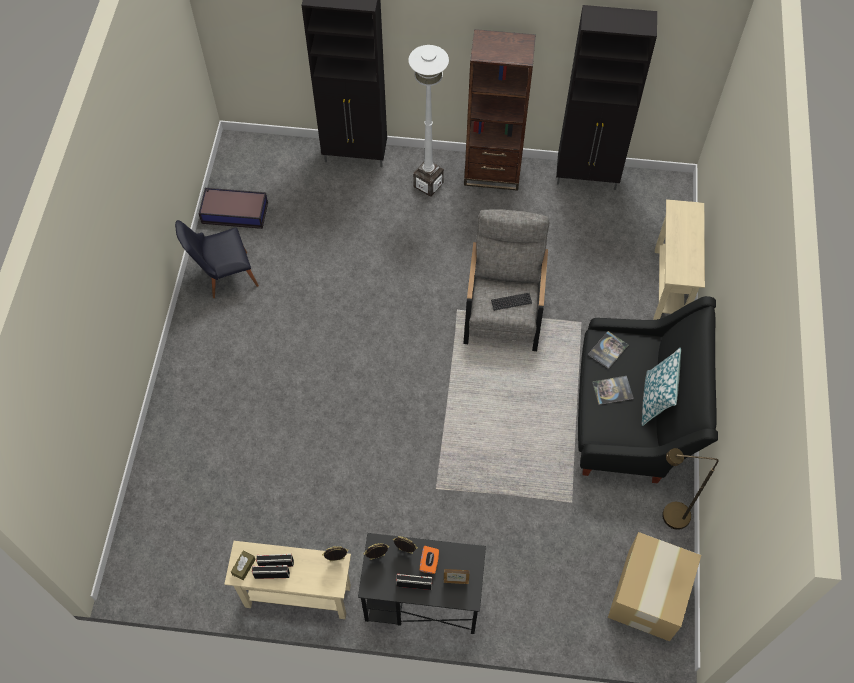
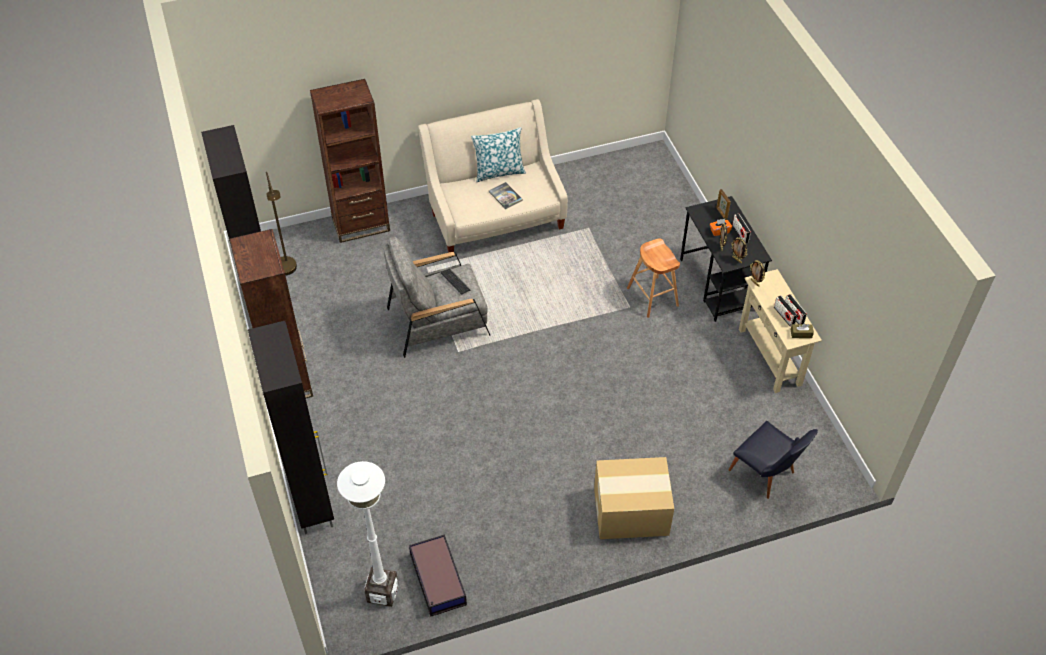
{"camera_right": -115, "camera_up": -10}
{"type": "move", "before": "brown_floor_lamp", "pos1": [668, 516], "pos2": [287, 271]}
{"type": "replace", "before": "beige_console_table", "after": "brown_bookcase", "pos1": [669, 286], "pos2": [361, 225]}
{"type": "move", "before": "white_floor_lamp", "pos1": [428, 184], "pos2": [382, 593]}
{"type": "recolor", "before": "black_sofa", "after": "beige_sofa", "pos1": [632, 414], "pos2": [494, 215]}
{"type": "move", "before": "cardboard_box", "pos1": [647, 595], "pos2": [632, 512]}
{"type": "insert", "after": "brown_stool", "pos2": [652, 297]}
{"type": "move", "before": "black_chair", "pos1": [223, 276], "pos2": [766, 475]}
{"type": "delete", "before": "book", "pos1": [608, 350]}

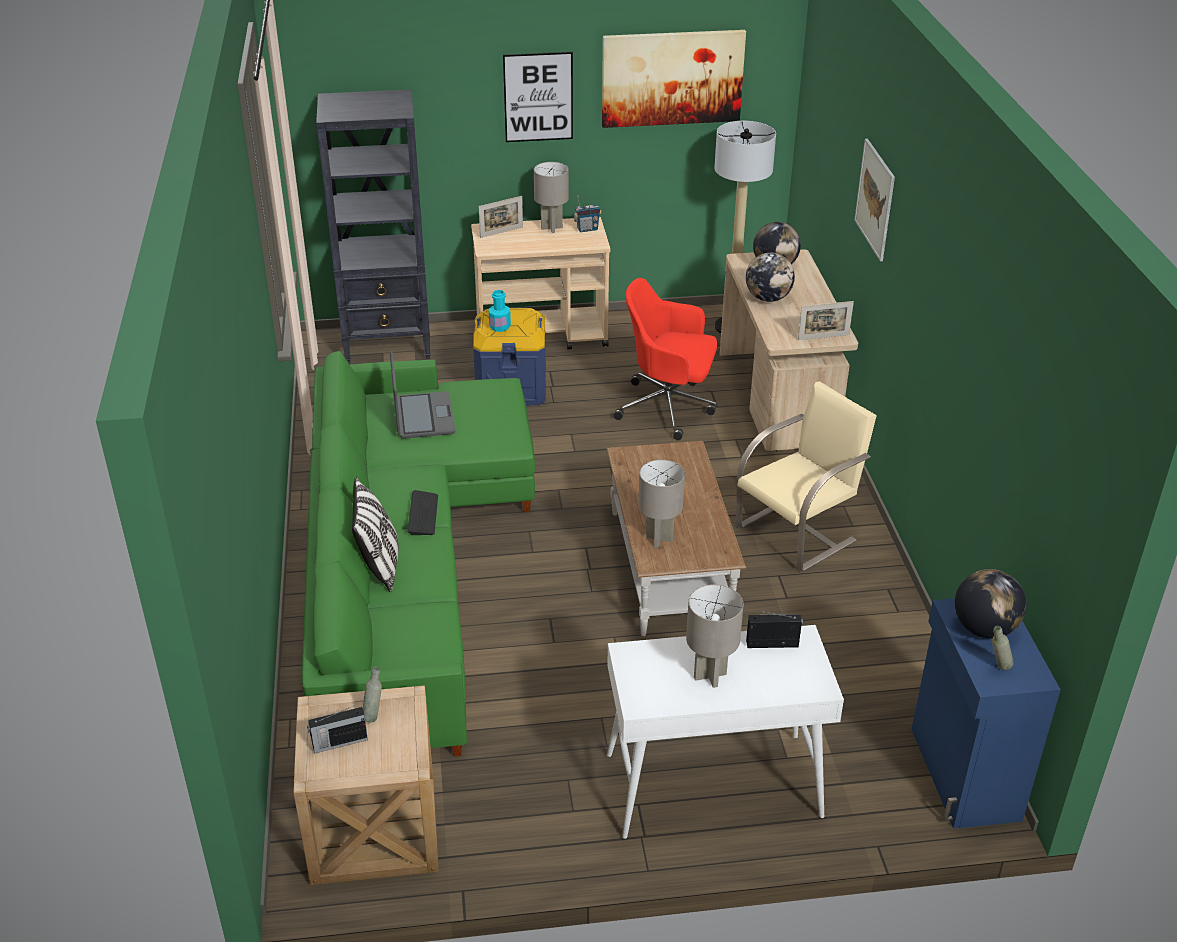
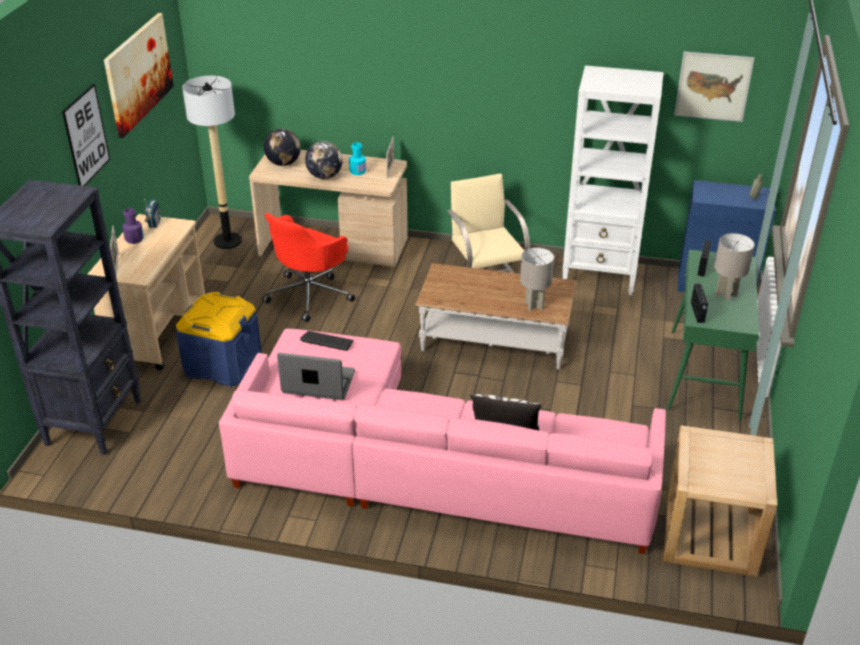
{"camera_right": -70, "camera_up": 0}
{"type": "replace", "before": "grey_table_lamp", "after": "purple_bottle", "pos1": [551, 228], "pos2": [134, 239]}
{"type": "recolor", "before": "green_sofa", "after": "pink_sofa", "pos1": [406, 560], "pos2": [422, 466]}
{"type": "move", "before": "keyboard", "pos1": [423, 514], "pos2": [327, 341]}
{"type": "move", "before": "turquoise_bottle", "pos1": [500, 327], "pos2": [357, 171]}
{"type": "insert", "after": "white_bookcase", "pos2": [600, 276]}
{"type": "recolor", "before": "white_console_table", "after": "green_console_table", "pos1": [712, 786], "pos2": [705, 374]}
{"type": "move", "before": "picture", "pos1": [875, 199], "pos2": [713, 86]}
{"type": "move", "before": "radio", "pos1": [339, 742], "pos2": [697, 312]}
{"type": "delete", "before": "grey_bottle", "pos1": [374, 715]}
{"type": "delete", "before": "globe", "pos1": [984, 628]}

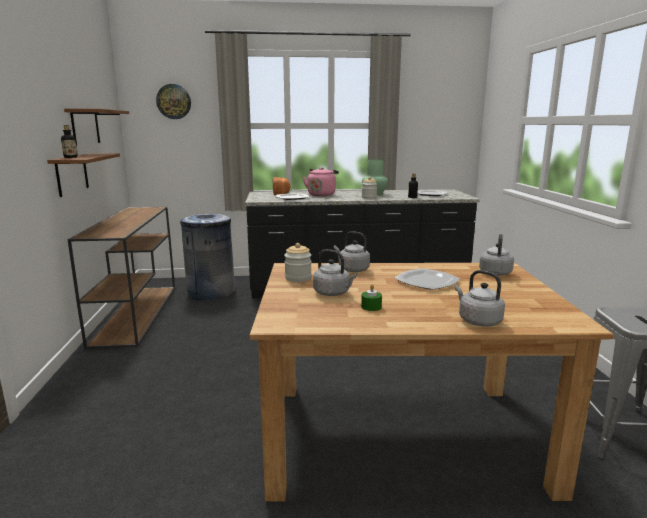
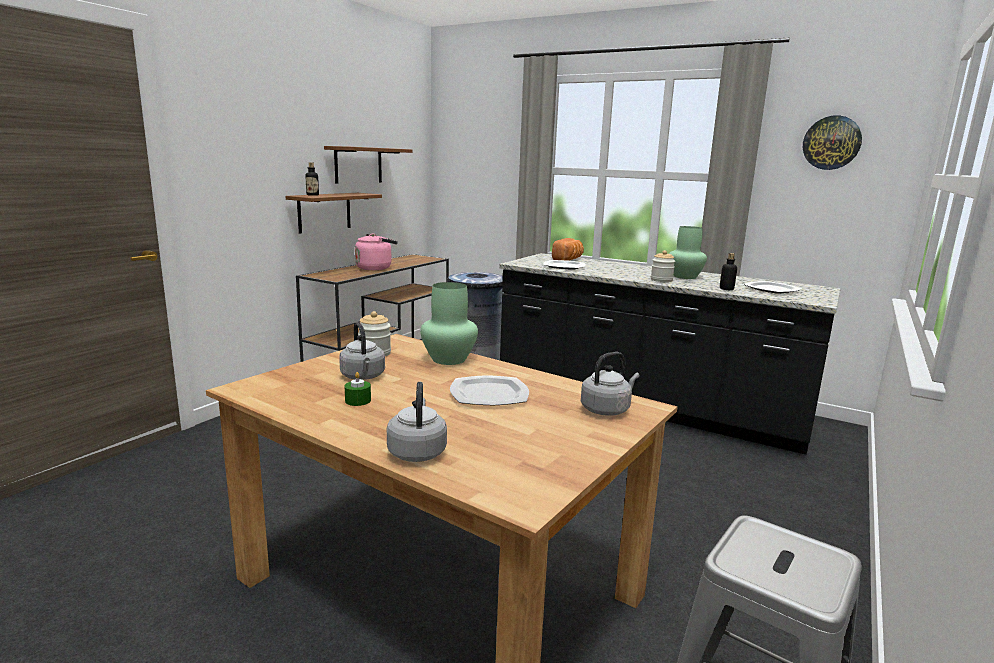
{"camera_right": 35, "camera_up": 0}
{"type": "move", "before": "pink_kettle", "pos1": [321, 194], "pos2": [376, 268]}
{"type": "replace", "before": "grey_kettle", "after": "green_vase", "pos1": [352, 269], "pos2": [448, 359]}
{"type": "move", "before": "wall_clock", "pos1": [174, 101], "pos2": [831, 143]}

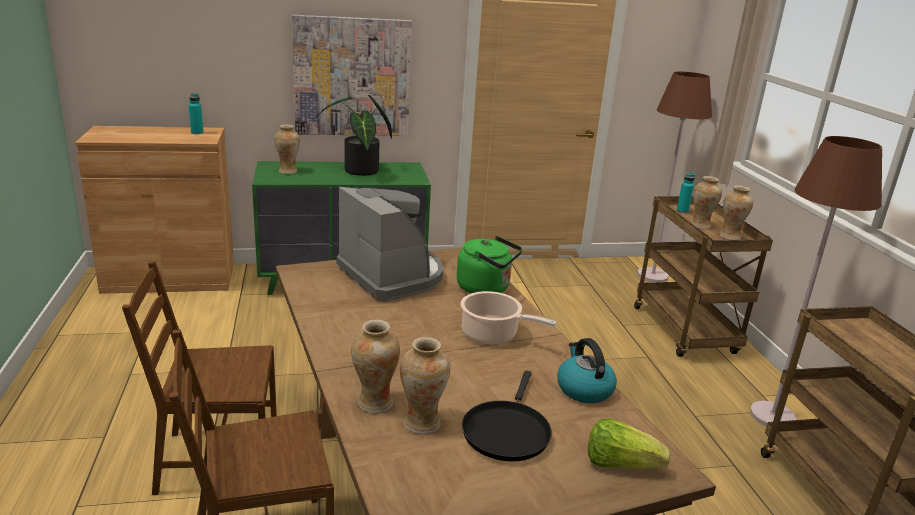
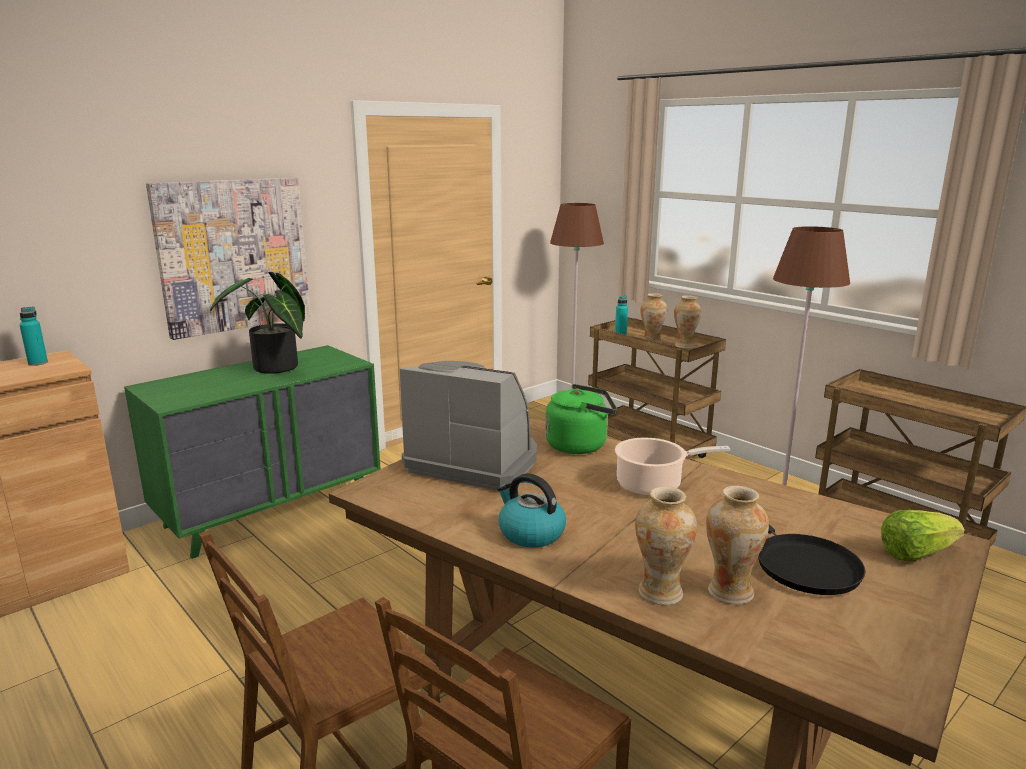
{"camera_right": -30, "camera_up": -5}
{"type": "move", "before": "kettle", "pos1": [583, 389], "pos2": [530, 533]}
{"type": "delete", "before": "vase", "pos1": [288, 171]}

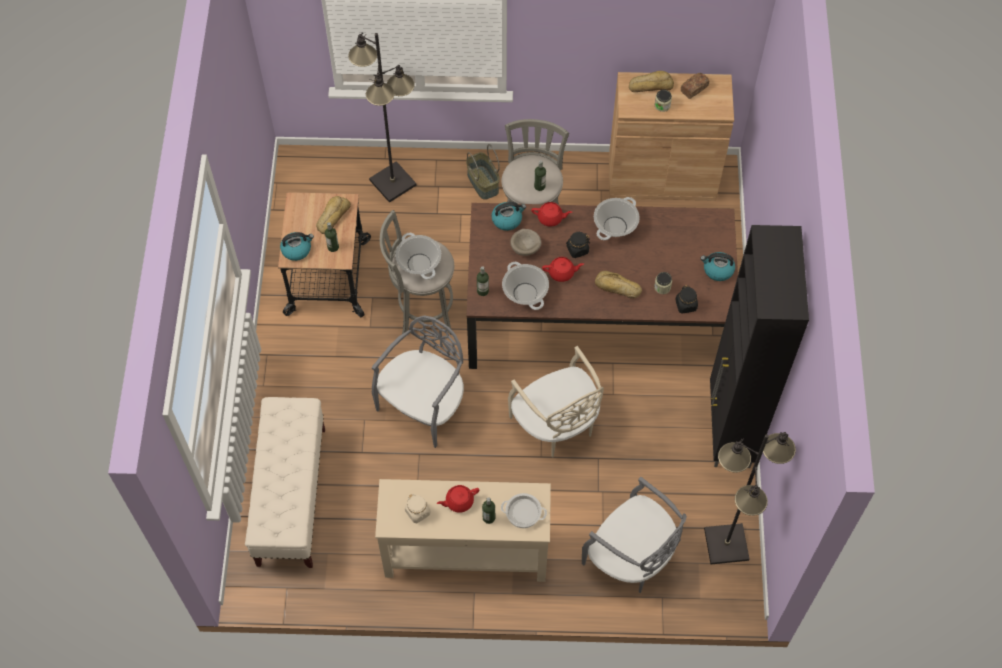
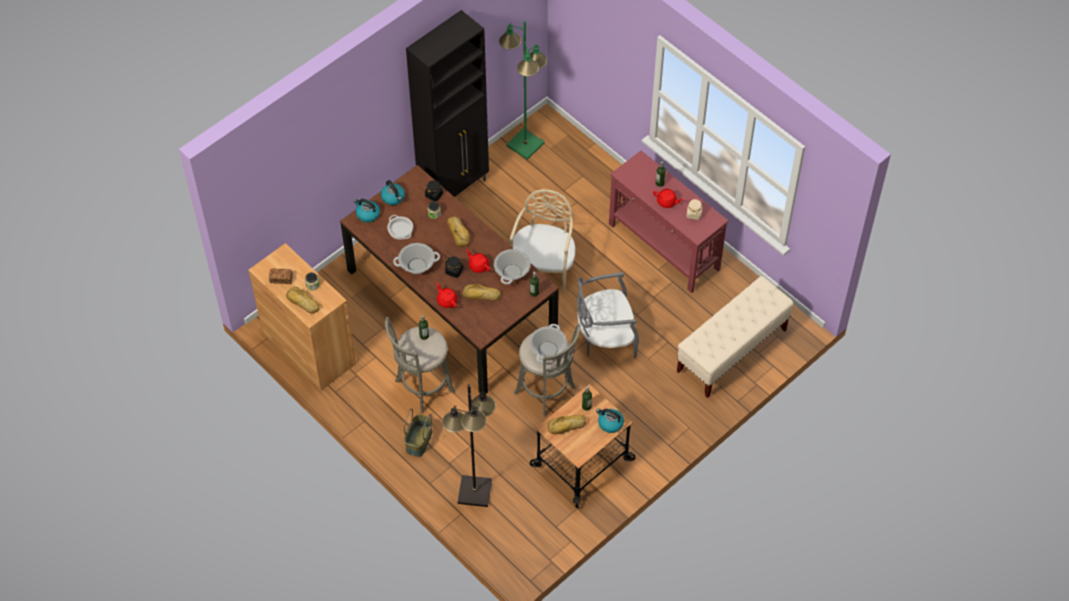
{"camera_right": -135, "camera_up": -5}
{"type": "move", "before": "kettle", "pos1": [507, 219], "pos2": [367, 214]}
{"type": "move", "before": "cooking_pot", "pos1": [523, 513], "pos2": [400, 230]}
{"type": "replace", "before": "beige_bowl", "after": "bread", "pos1": [526, 248], "pos2": [481, 296]}
{"type": "recolor", "before": "black_floor_lamp", "after": "green_floor_lamp", "pos1": [727, 545], "pos2": [525, 144]}
{"type": "recolor", "before": "beige_console_table", "after": "red_console_table", "pos1": [465, 552], "pos2": [664, 247]}
{"type": "delete", "before": "grey_chair", "pos1": [631, 557]}

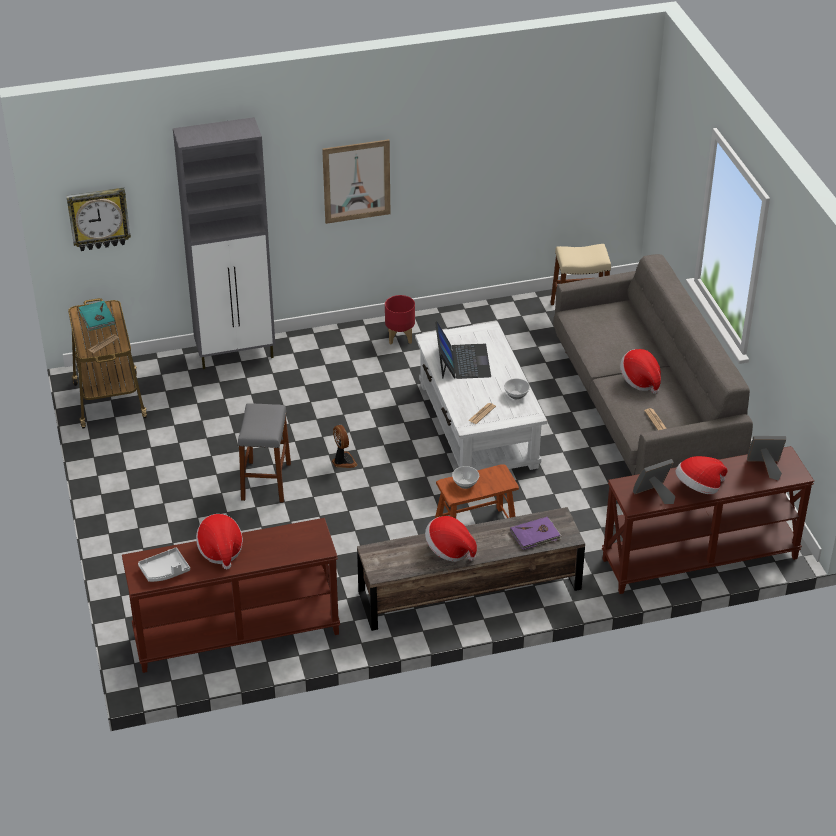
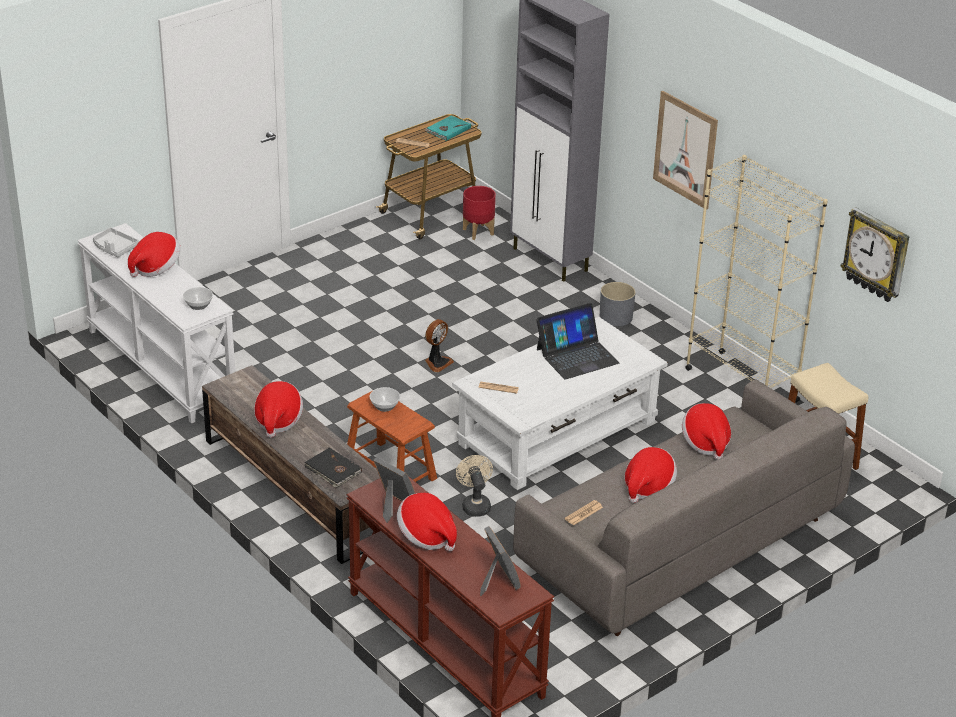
{"camera_right": 65, "camera_up": -5}
{"type": "recolor", "before": "brown_console_table", "after": "white_console_table", "pos1": [236, 635], "pos2": [160, 367]}
{"type": "move", "before": "bowl", "pos1": [516, 394], "pos2": [199, 305]}
{"type": "recolor", "before": "purple_book", "after": "black_book", "pos1": [536, 535], "pos2": [333, 470]}
{"type": "insert", "after": "beige_fan", "pos2": [475, 504]}
{"type": "move", "before": "red_planter", "pos1": [400, 337], "pos2": [478, 232]}
{"type": "insert", "after": "grey_planter", "pos2": [616, 317]}
{"type": "insert", "after": "hat", "pos2": [705, 442]}
{"type": "insert", "after": "beige_bookcase", "pos2": [741, 384]}
{"type": "move", "before": "wall_clock", "pos1": [99, 218], "pos2": [876, 255]}
{"type": "delete", "before": "grey_stool", "pos1": [266, 481]}

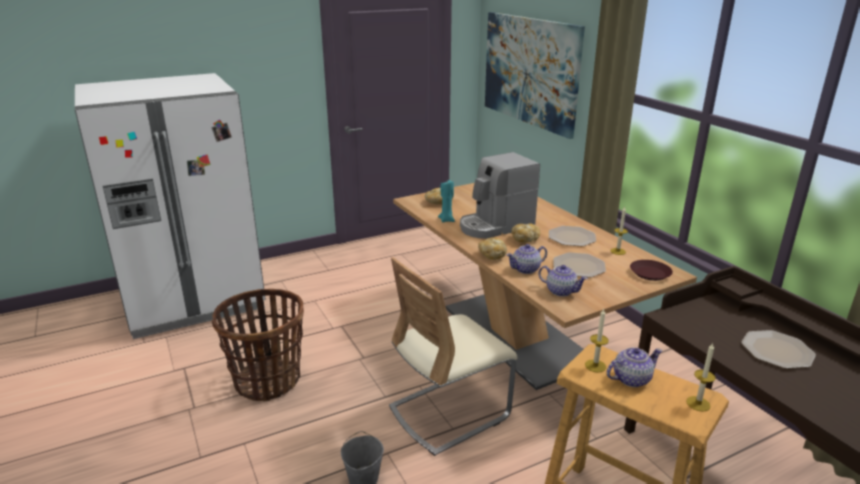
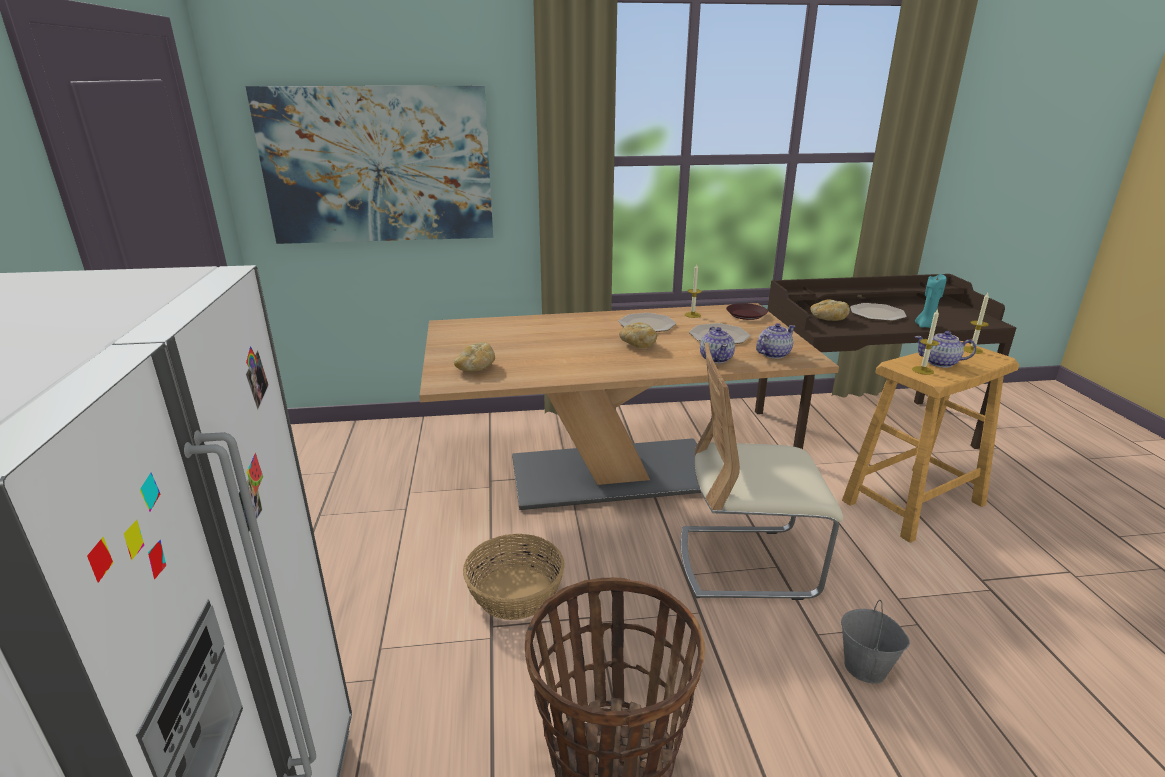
{"camera_right": -70, "camera_up": 0}
{"type": "insert", "after": "basket", "pos2": [515, 592]}
{"type": "rotate", "before": "beige_chair", "pos1": [449, 412], "pos2": [747, 562], "turn": 105}
{"type": "move", "before": "bread", "pos1": [492, 255], "pos2": [827, 319]}
{"type": "move", "before": "turquoise_candle", "pos1": [447, 220], "pos2": [925, 326]}
{"type": "rotate", "before": "teapot", "pos1": [630, 379], "pos2": [940, 363], "turn": -75}
{"type": "delete", "before": "coffee_machine", "pos1": [495, 226]}

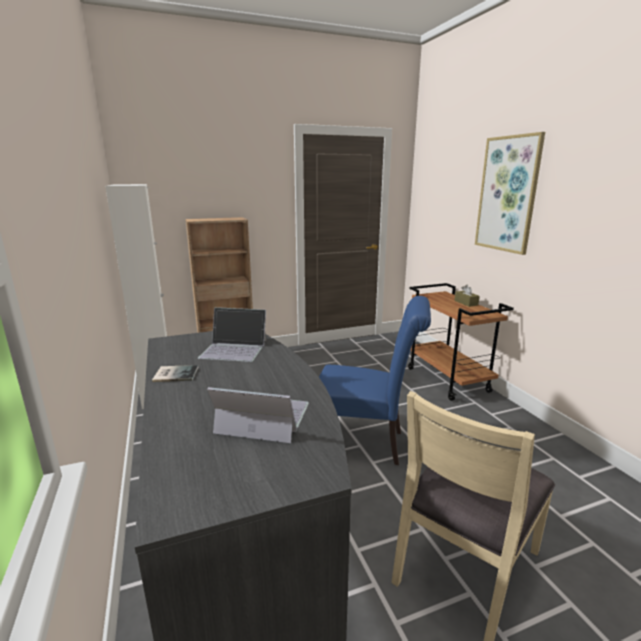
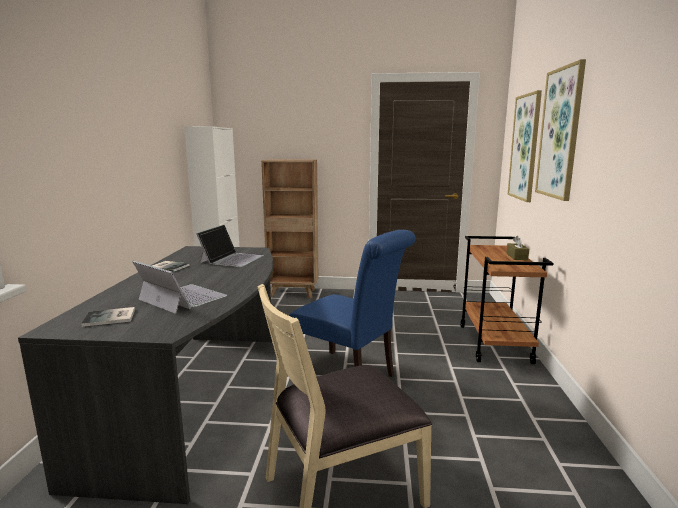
{"camera_right": 25, "camera_up": -5}
{"type": "insert", "after": "book", "pos2": [111, 318]}
{"type": "rotate", "before": "laptop", "pos1": [234, 349], "pos2": [232, 259], "turn": -105}
{"type": "insert", "after": "picture", "pos2": [525, 147]}

